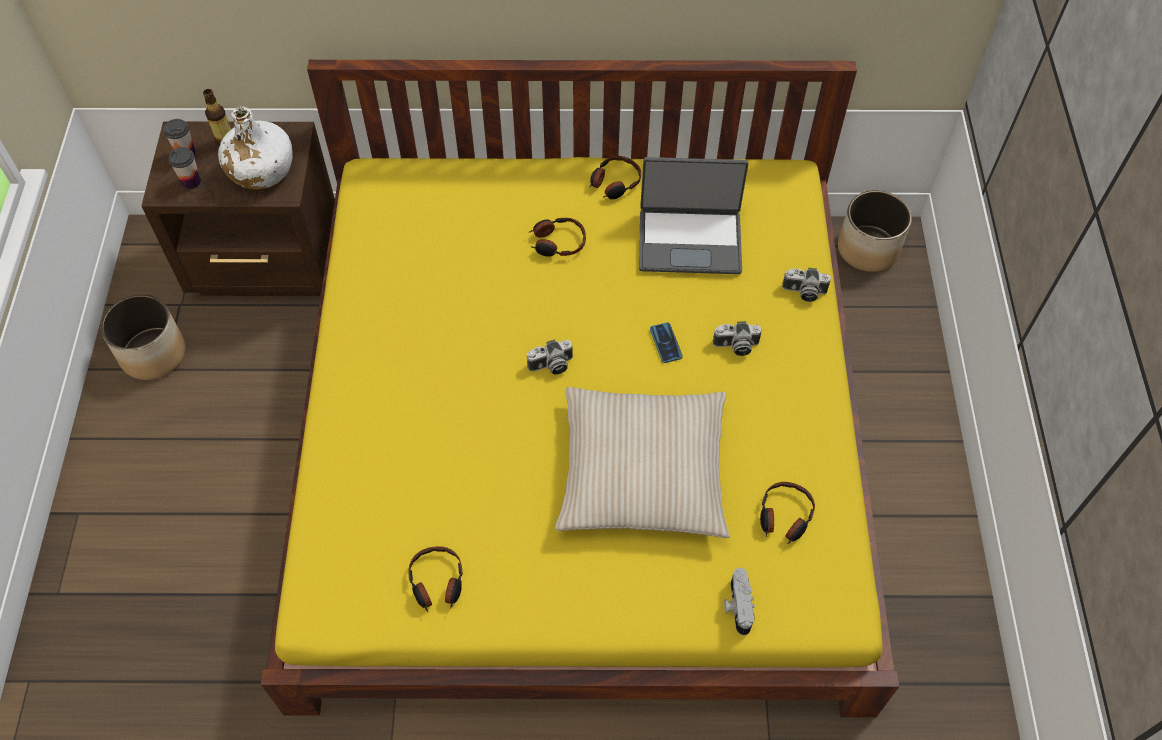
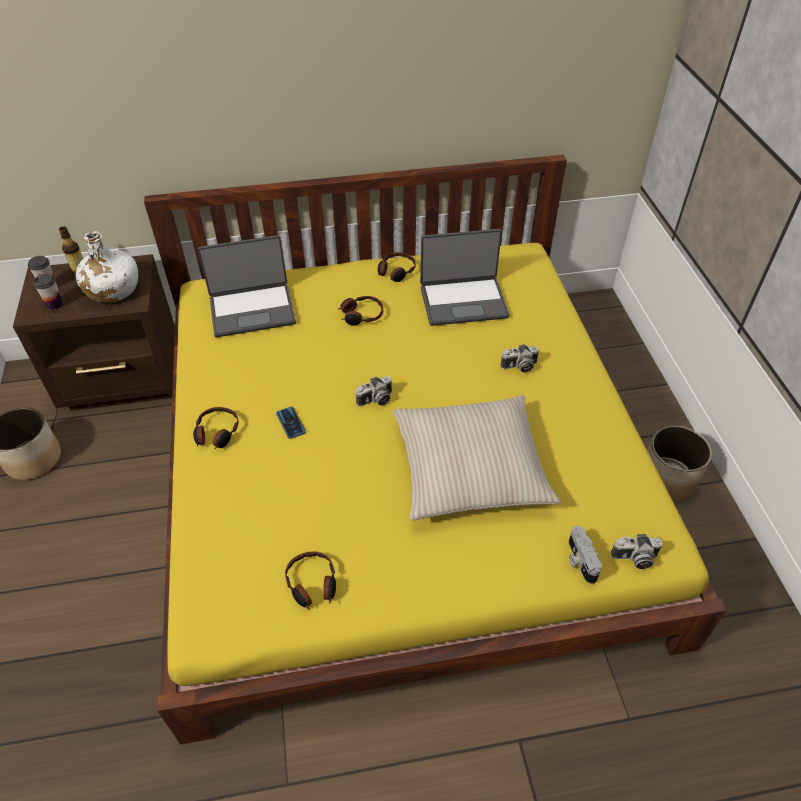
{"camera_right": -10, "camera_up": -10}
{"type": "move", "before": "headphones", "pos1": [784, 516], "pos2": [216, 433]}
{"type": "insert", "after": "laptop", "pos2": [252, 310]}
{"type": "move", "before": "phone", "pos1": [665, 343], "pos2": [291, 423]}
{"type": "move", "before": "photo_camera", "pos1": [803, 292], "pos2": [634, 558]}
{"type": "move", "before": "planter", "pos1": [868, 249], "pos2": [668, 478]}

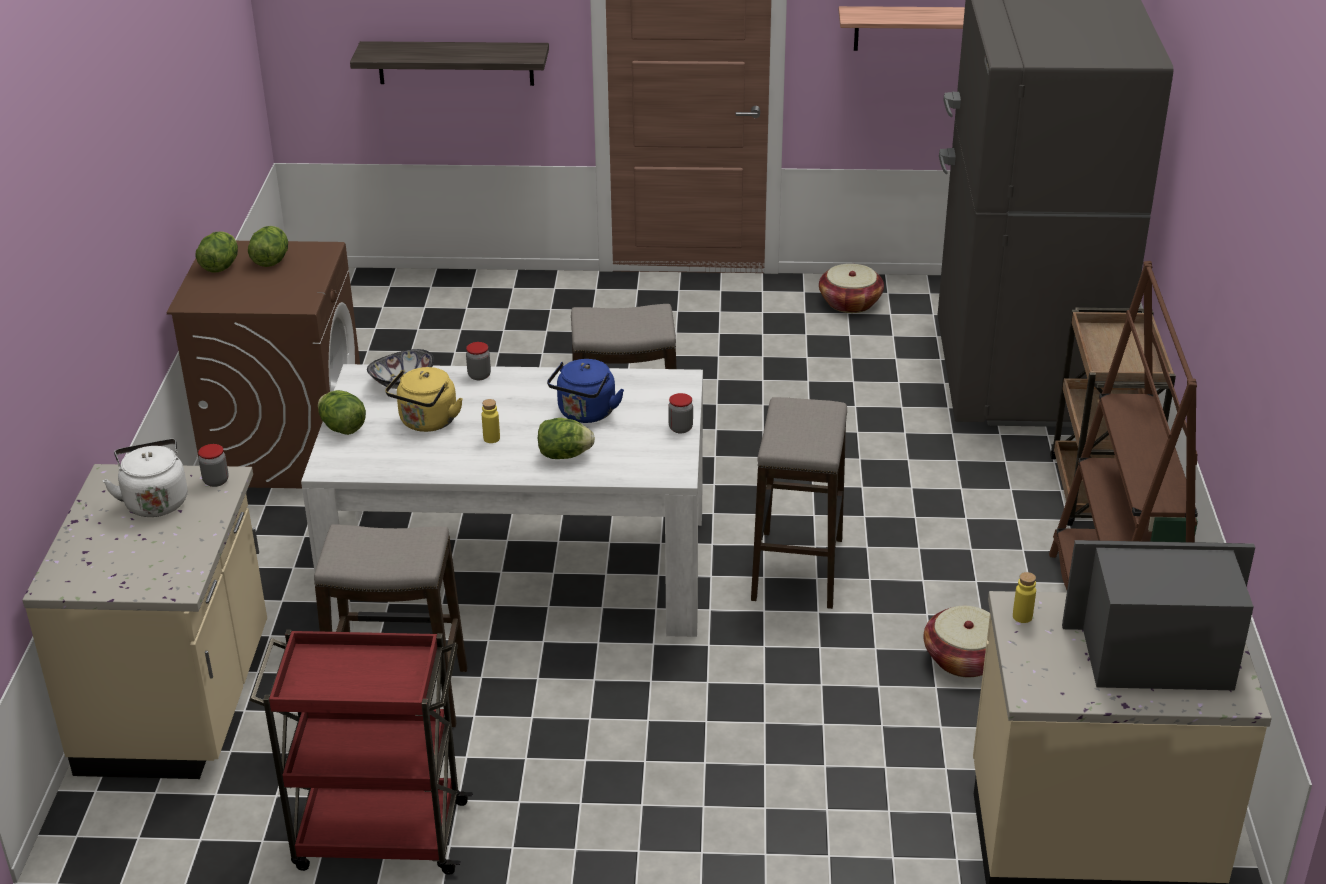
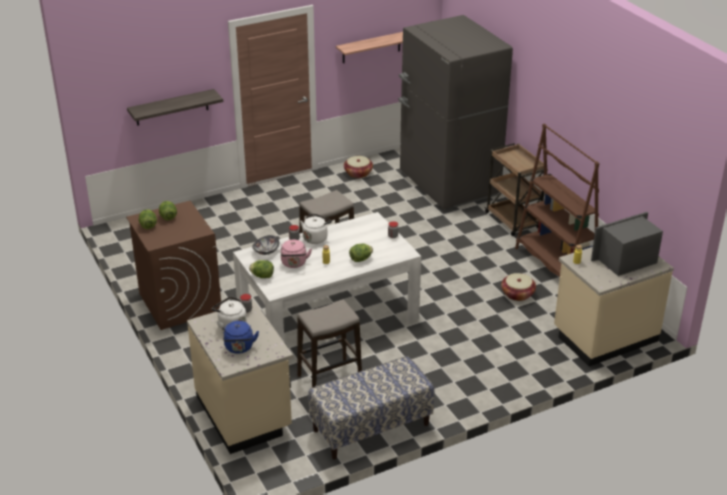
{"camera_right": -30, "camera_up": 0}
{"type": "move", "before": "blue_kettle", "pos1": [585, 414], "pos2": [239, 348]}
{"type": "recolor", "before": "yellow_kettle", "after": "pink_kettle", "pos1": [427, 423], "pos2": [294, 264]}
{"type": "insert", "after": "white_kettle", "pos2": [316, 238]}
{"type": "replace", "before": "red_cart", "after": "bench", "pos1": [377, 835], "pos2": [371, 428]}
{"type": "delete", "before": "stool", "pos1": [798, 569]}

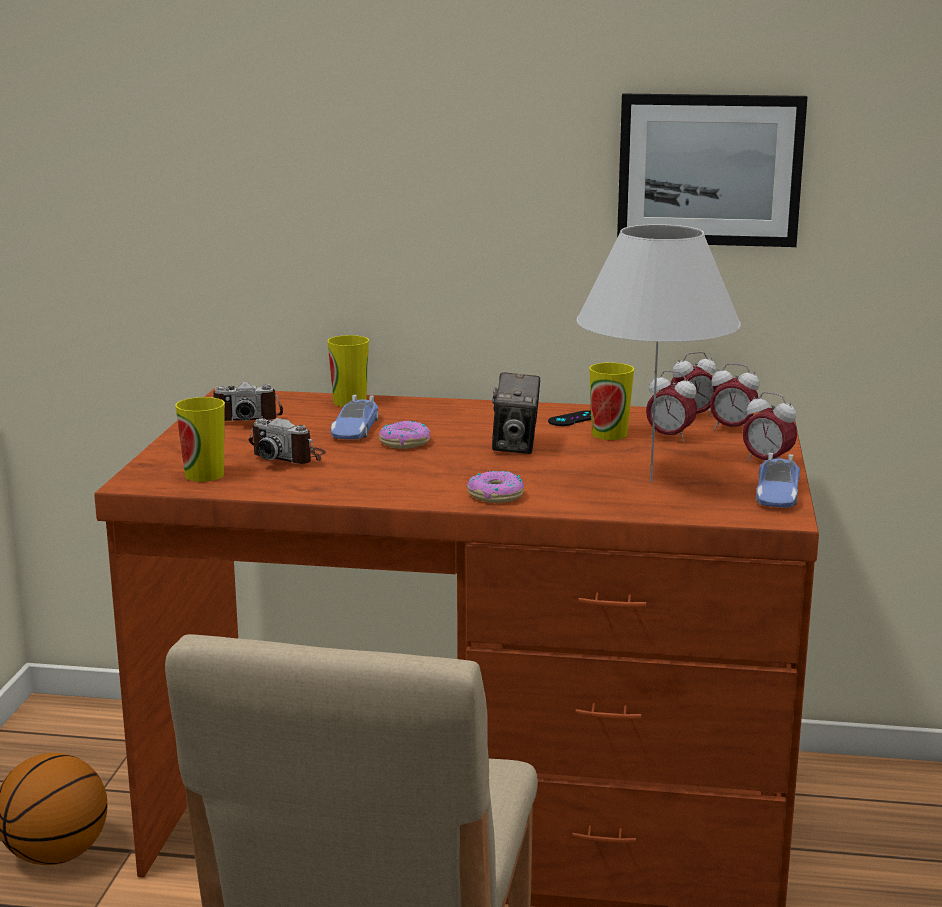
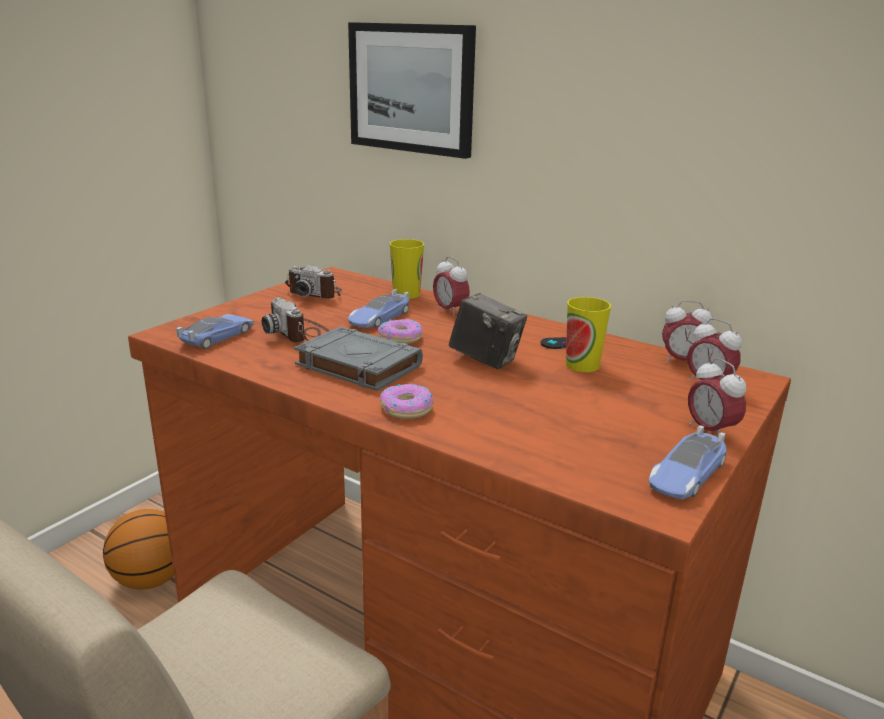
{"camera_right": 25, "camera_up": 5}
{"type": "replace", "before": "cup", "after": "toy_car", "pos1": [204, 475], "pos2": [218, 337]}
{"type": "insert", "after": "grey_book", "pos2": [357, 365]}
{"type": "move", "before": "picture", "pos1": [709, 169], "pos2": [411, 88]}
{"type": "move", "before": "alarm_clock", "pos1": [669, 437], "pos2": [450, 311]}
{"type": "rotate", "before": "photo_camera", "pos1": [515, 446], "pos2": [486, 360], "turn": -90}
{"type": "delete", "before": "white_table_lamp", "pos1": [651, 482]}

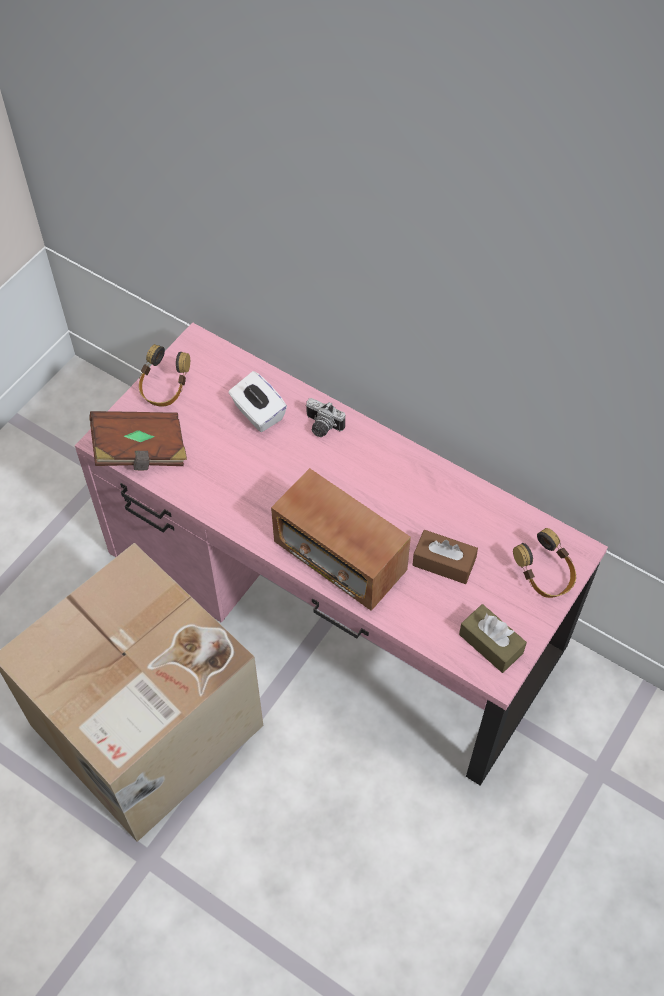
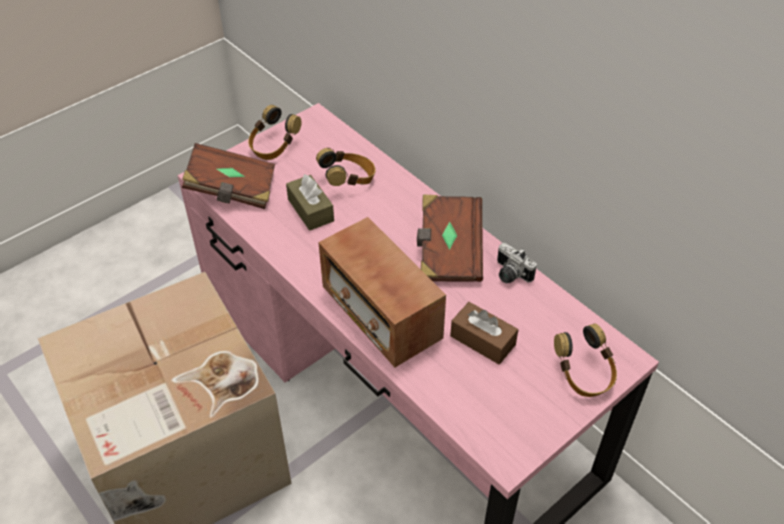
{"camera_right": 15, "camera_up": -10}
{"type": "move", "before": "brown_tissue_box", "pos1": [490, 644], "pos2": [310, 210]}
{"type": "replace", "before": "white_tissue_box", "after": "headphones", "pos1": [258, 413], "pos2": [348, 180]}
{"type": "insert", "after": "brown_book", "pos2": [448, 252]}
{"type": "move", "before": "photo_camera", "pos1": [321, 427], "pos2": [509, 274]}

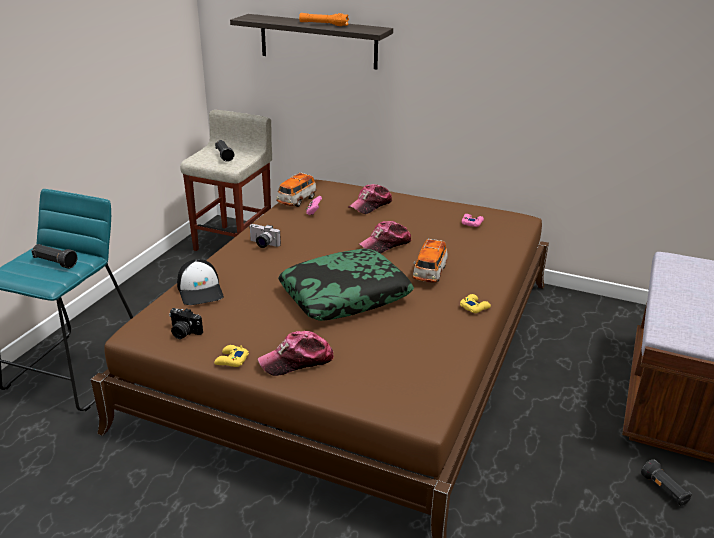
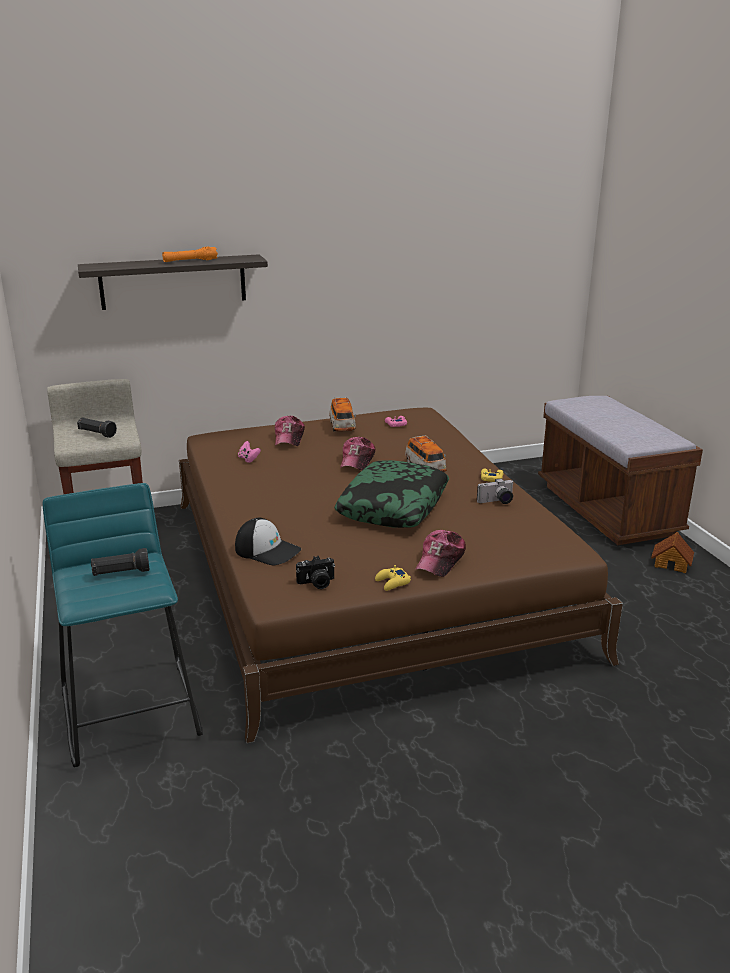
{"camera_right": -40, "camera_up": -5}
{"type": "move", "before": "toy_car", "pos1": [297, 201], "pos2": [342, 427]}
{"type": "move", "before": "photo_camera", "pos1": [262, 244], "pos2": [496, 502]}
{"type": "replace", "before": "black_flashlight", "after": "toy_house", "pos1": [664, 490], "pos2": [671, 563]}

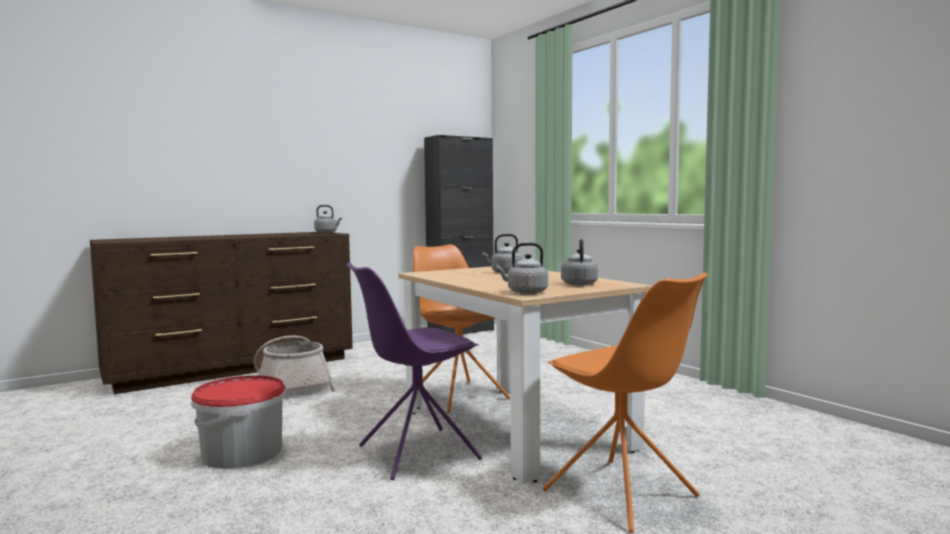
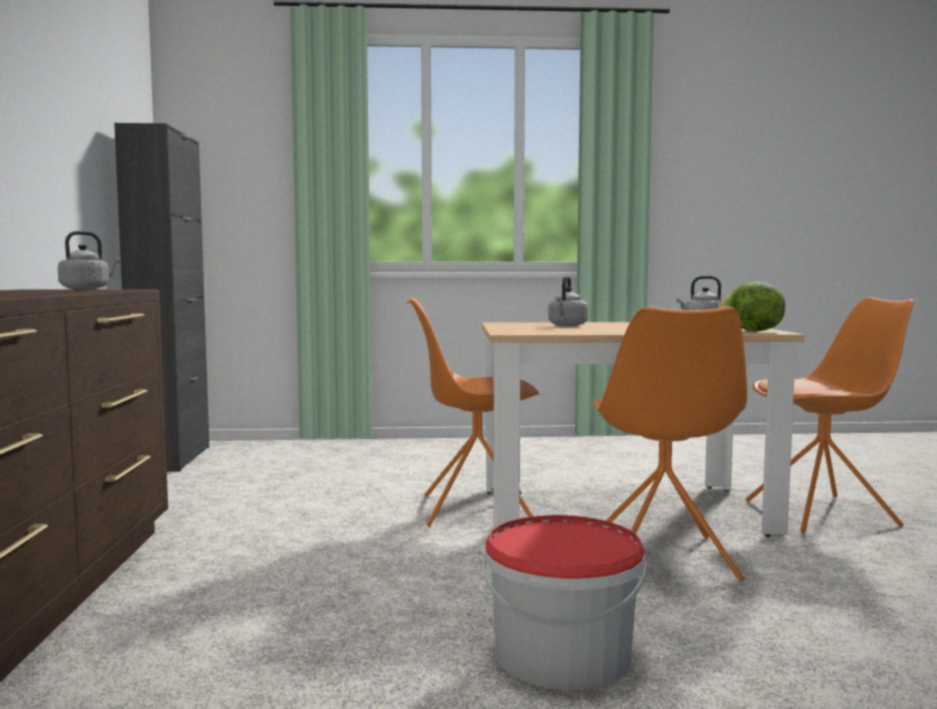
{"camera_right": -60, "camera_up": 0}
{"type": "recolor", "before": "purple_chair", "after": "orange_chair", "pos1": [416, 453], "pos2": [662, 559]}
{"type": "replace", "before": "grey_kettle", "after": "lettuce", "pos1": [525, 292], "pos2": [752, 331]}
{"type": "delete", "before": "basket", "pos1": [292, 386]}

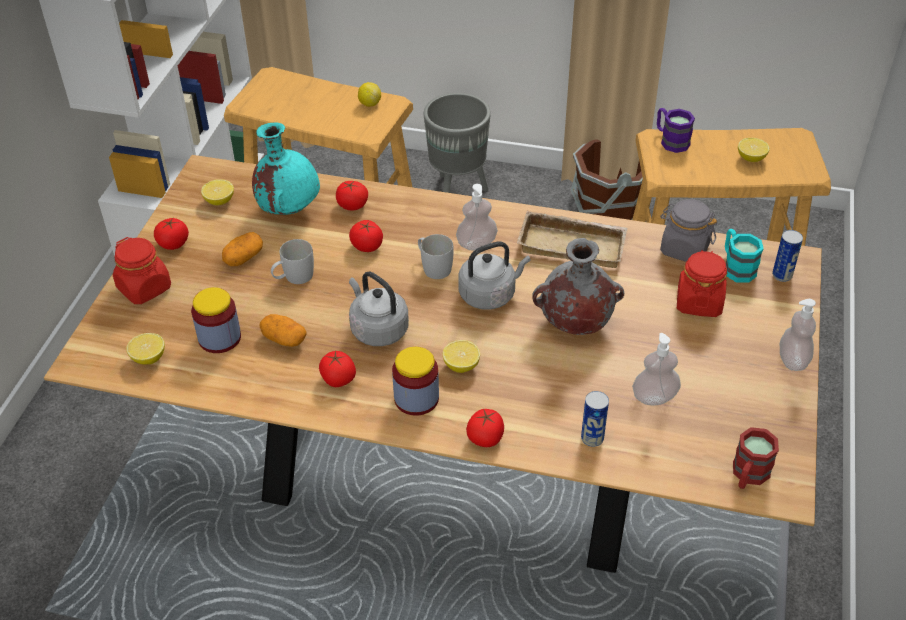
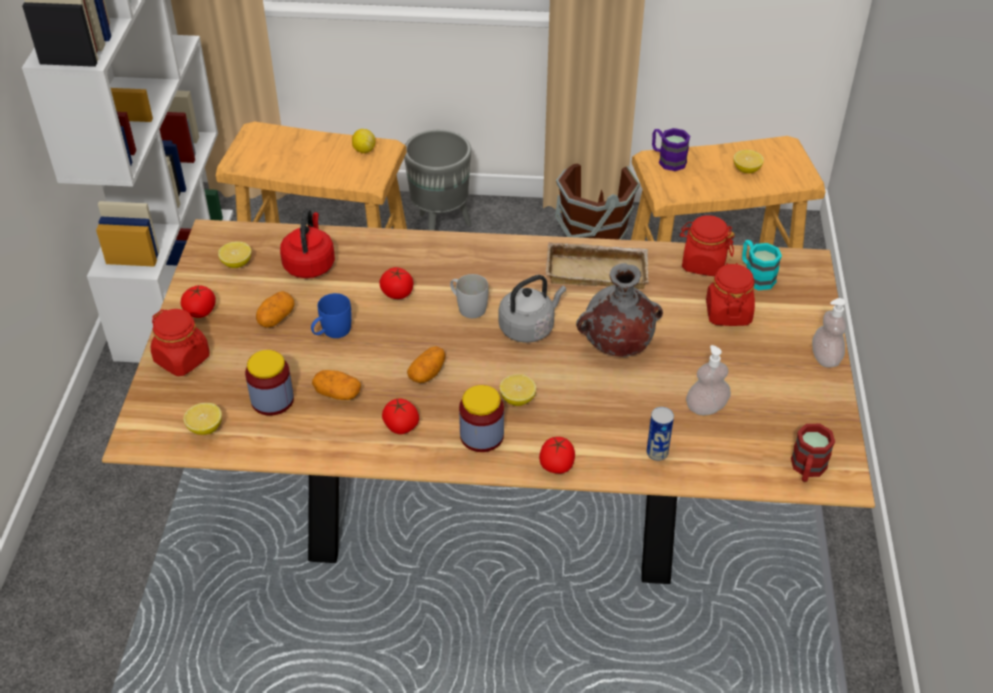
{"camera_right": -10, "camera_up": 0}
{"type": "replace", "before": "turquoise_vase", "after": "red_kettle", "pos1": [289, 209], "pos2": [310, 264]}
{"type": "recolor", "before": "white_mug", "after": "blue_mug", "pos1": [293, 278], "pos2": [331, 332]}
{"type": "replace", "before": "grey_kettle", "after": "potato", "pos1": [377, 329], "pos2": [427, 373]}
{"type": "recolor", "before": "grey_jar", "after": "red_jar", "pos1": [684, 249], "pos2": [703, 263]}
{"type": "delete", "before": "tomato", "pos1": [352, 205]}
{"type": "delete", "before": "soap_dispenser", "pos1": [476, 244]}
{"type": "delete", "before": "can", "pos1": [782, 275]}

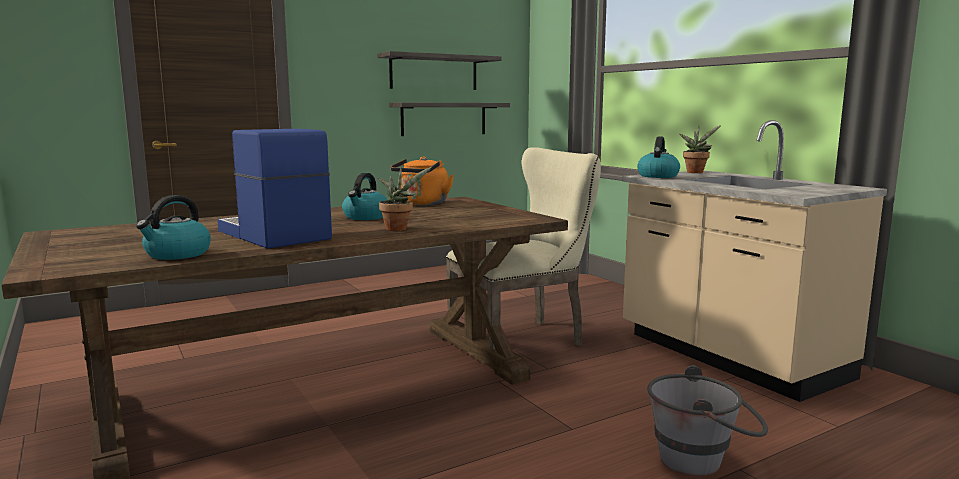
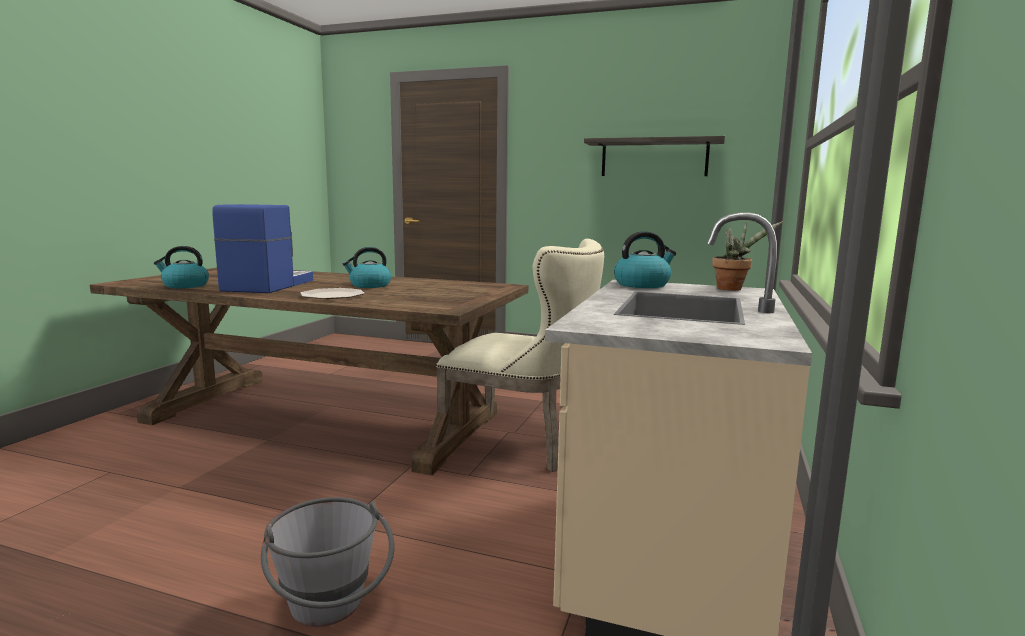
{"camera_right": 50, "camera_up": 0}
{"type": "replace", "before": "potted_plant", "after": "plate", "pos1": [398, 228], "pos2": [332, 295]}
{"type": "delete", "before": "shelf", "pos1": [444, 119]}
{"type": "delete", "before": "orange_kettle", "pos1": [422, 204]}

